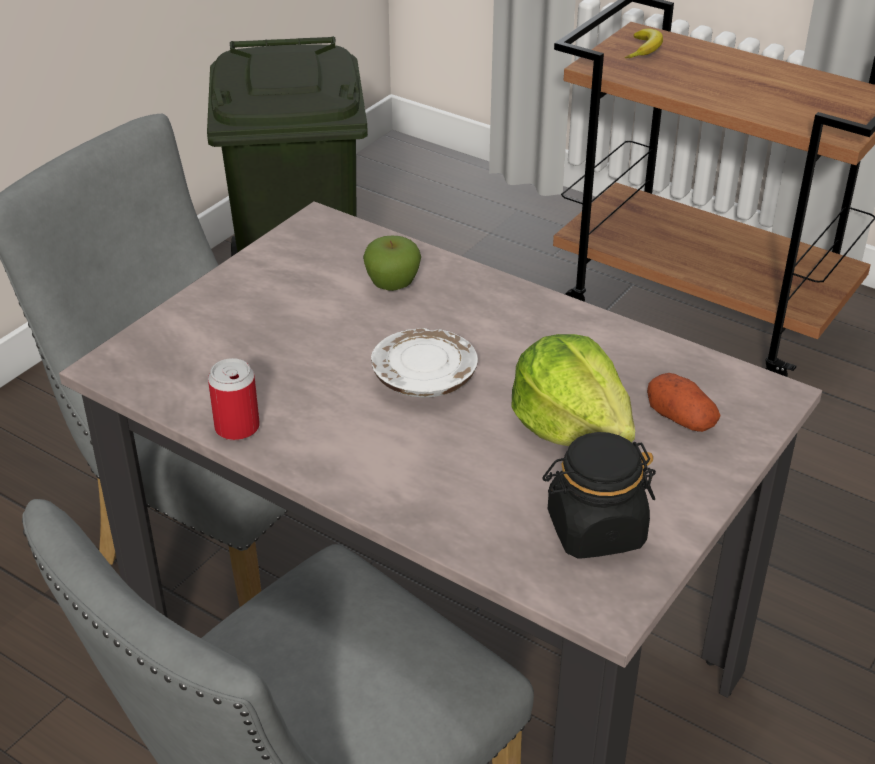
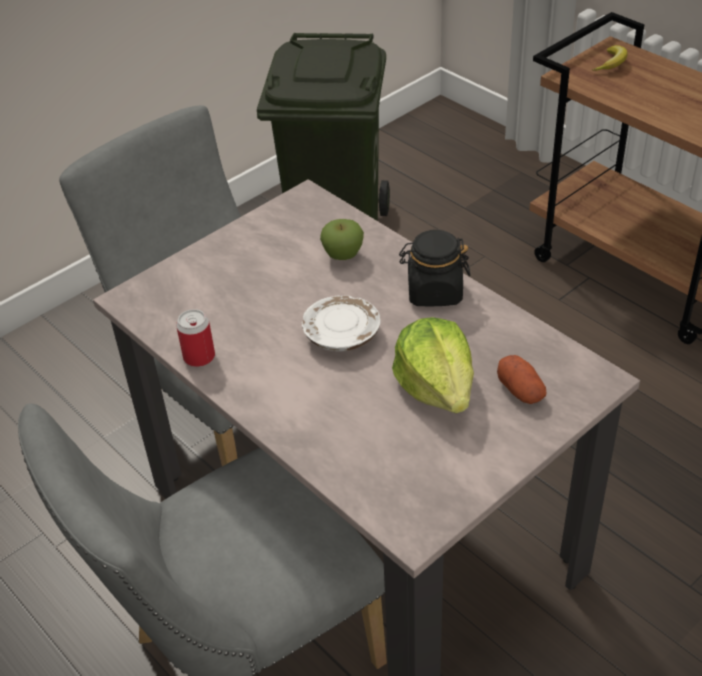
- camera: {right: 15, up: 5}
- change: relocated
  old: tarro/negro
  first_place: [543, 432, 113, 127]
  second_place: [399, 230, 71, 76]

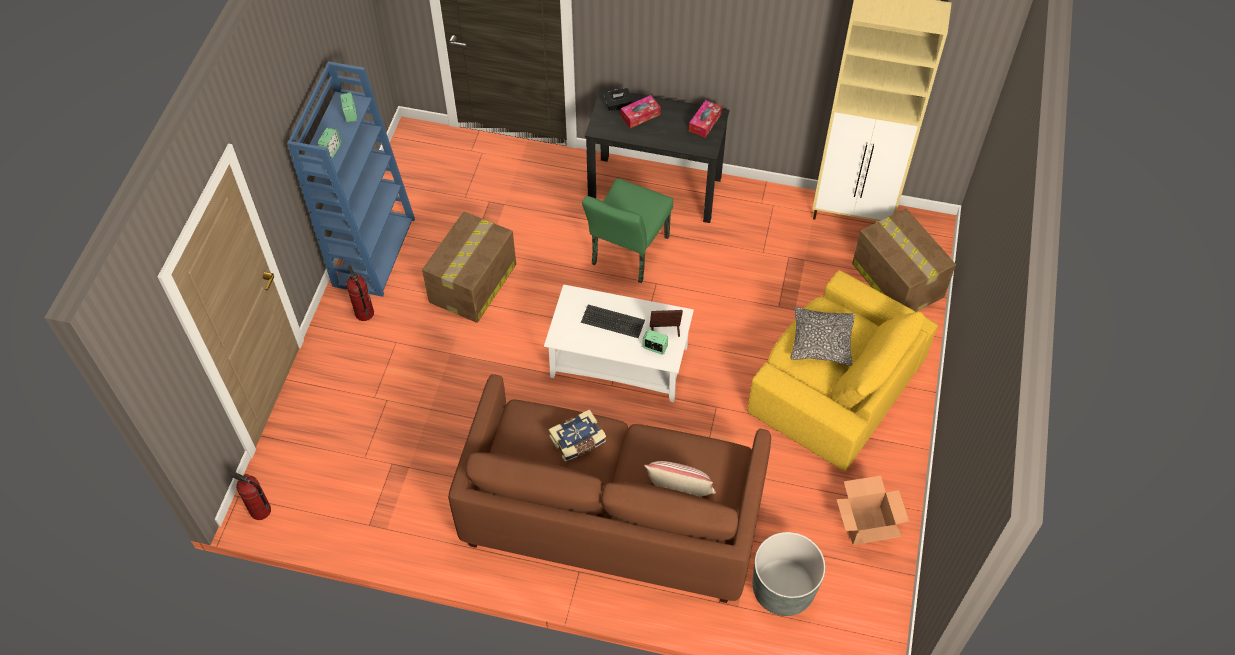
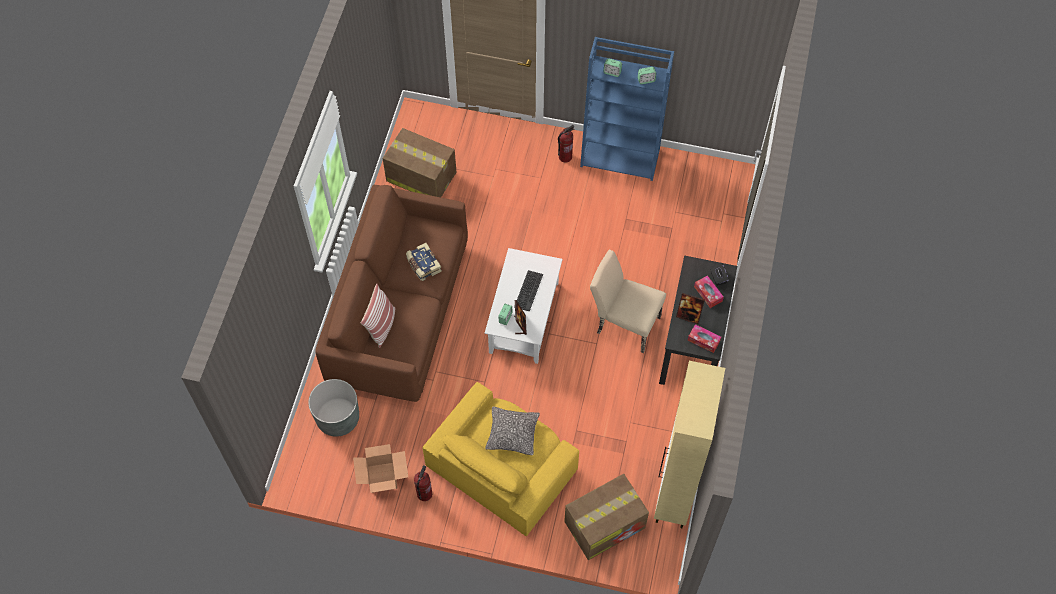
- camera: {right: 90, up: 5}
- change: relocated
  old: caja de cartón
  first_place: [422, 211, 94, 112]
  second_place: [383, 128, 73, 69]
- change: relocated
  old: extintor
  first_place: [231, 471, 40, 49]
  second_place: [414, 465, 18, 36]
- change: colour
  old: silla/verde
  new: silla/beis
  first_place: [582, 178, 91, 105]
  second_place: [590, 250, 76, 103]
- change: appeared
  new: portarretratos
  second_place: [676, 293, 29, 31]

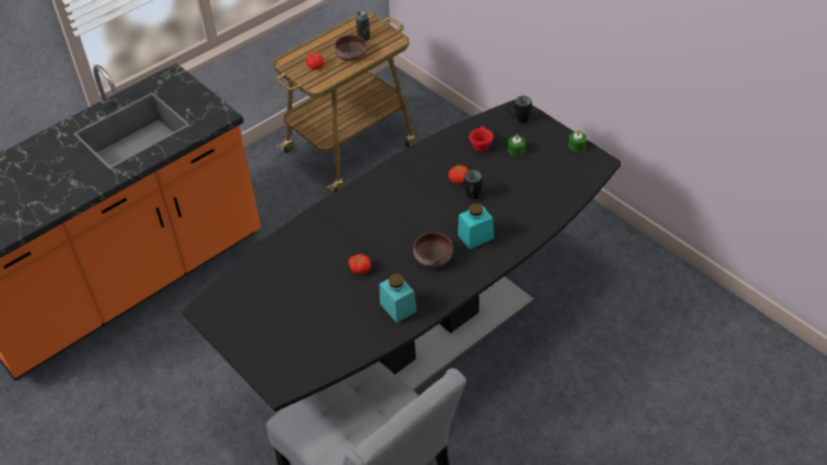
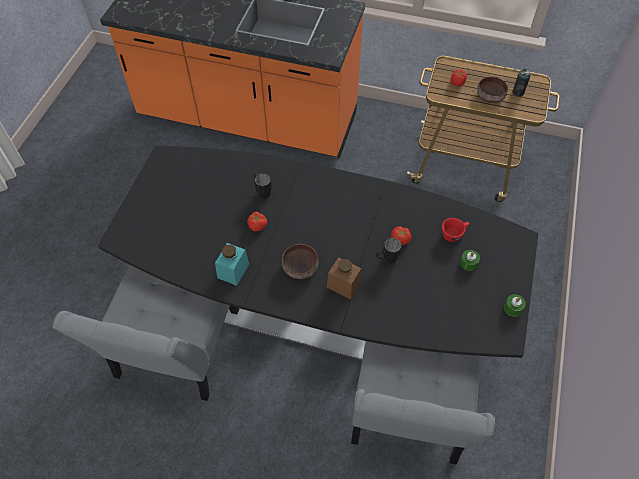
- camera: {right: 55, up: 10}
- change: relocated
  old: taza grande/negro
  first_place: [506, 96, 26, 27]
  second_place: [253, 172, 19, 27]
- change: colour
  old: tarro/turquesa
  new: tarro/marrón
  first_place: [458, 203, 36, 46]
  second_place: [327, 258, 34, 41]
- change: appeared
  new: silla/gris
  second_place: [351, 341, 144, 123]

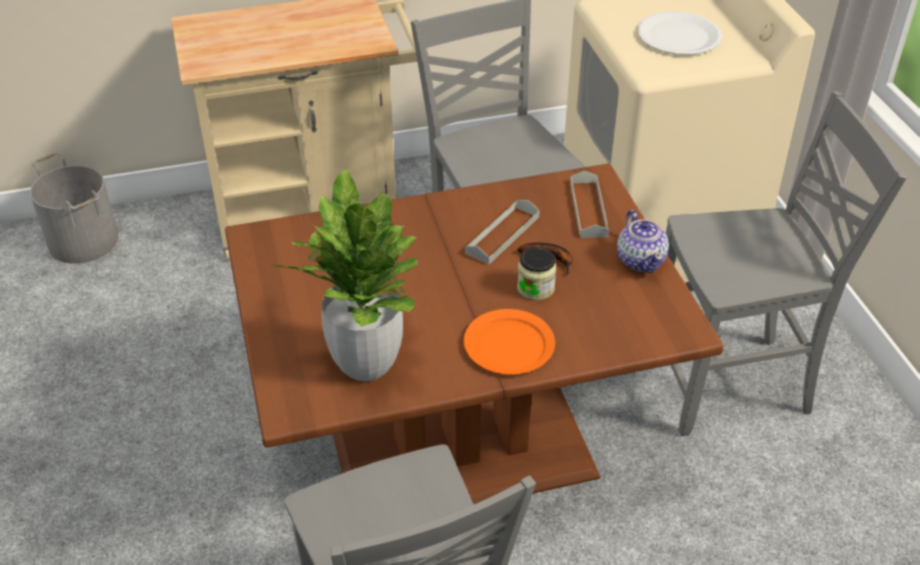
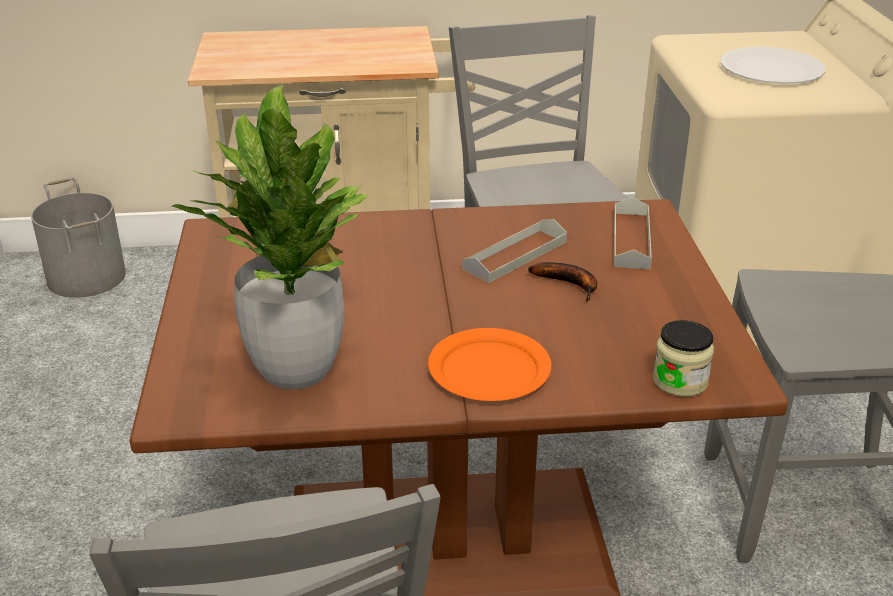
- camera: {right: 10, up: -10}
- change: relocated
  old: tarro
  first_place: [517, 247, 39, 53]
  second_place: [653, 320, 61, 77]
- change: missing
  old: tetera
  first_place: [617, 210, 52, 63]

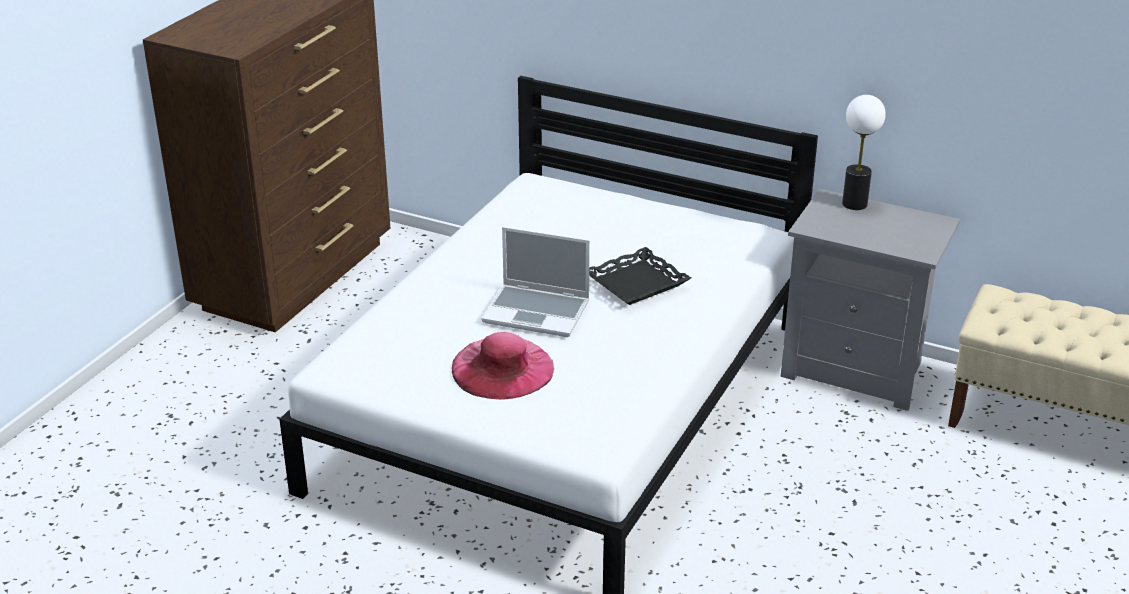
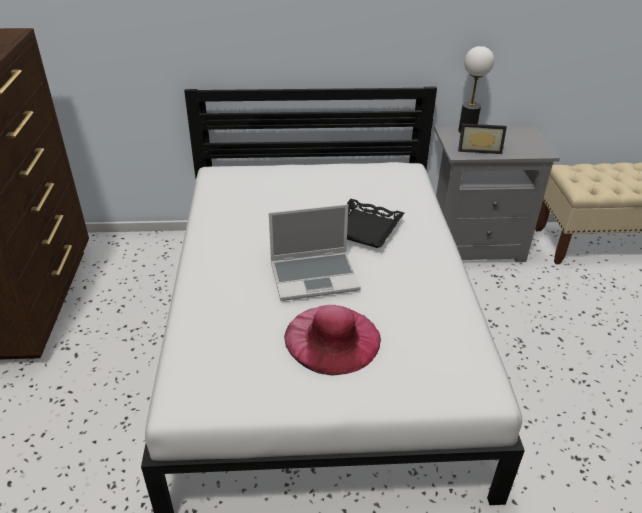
- camera: {right: -30, up: 5}
- change: appeared
  new: portarretratos
  second_place: [458, 124, 49, 30]

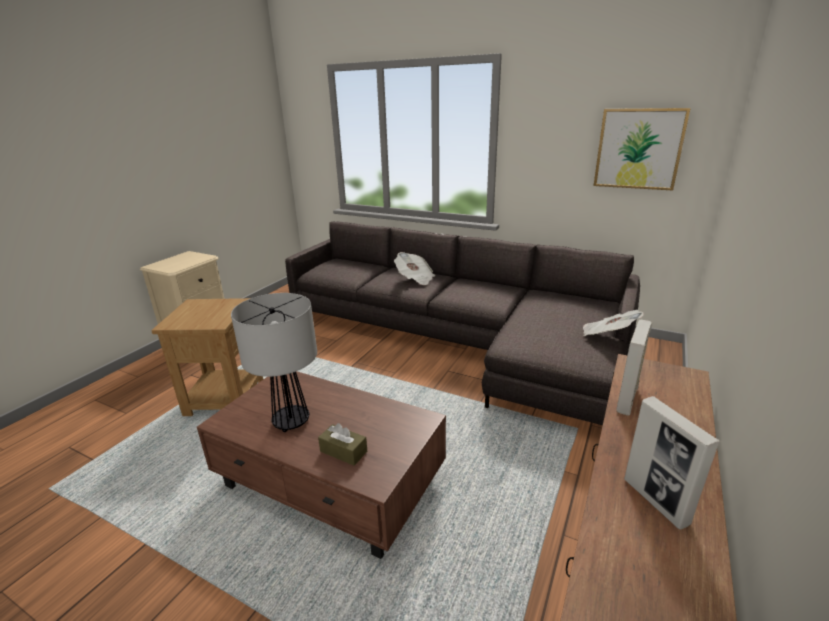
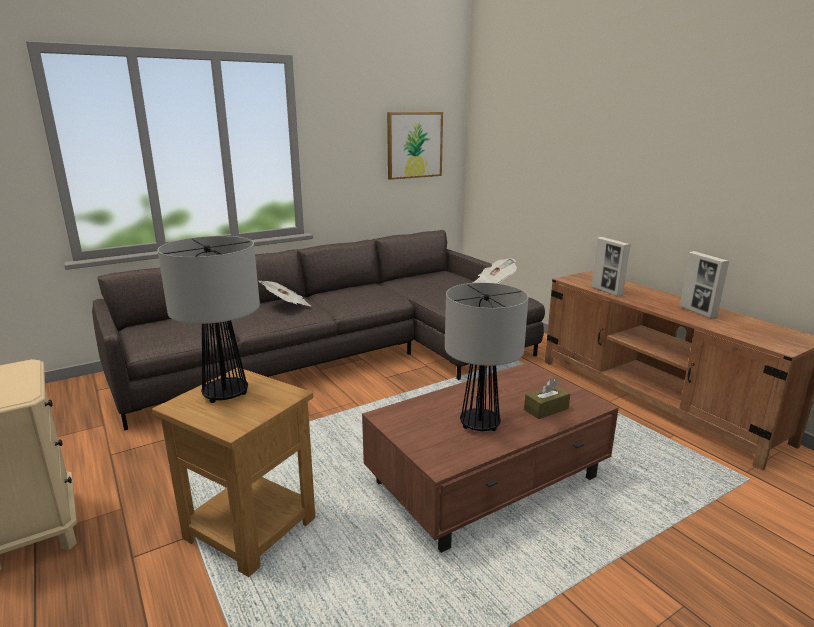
- camera: {right: -60, up: -5}
- change: appeared
  new: lámpara de mesa
  second_place: [157, 236, 103, 167]
- change: spun
  old: portarretratos
  first_place: [624, 396, 96, 134]
  second_place: [680, 251, 49, 68]
  degrees: 60

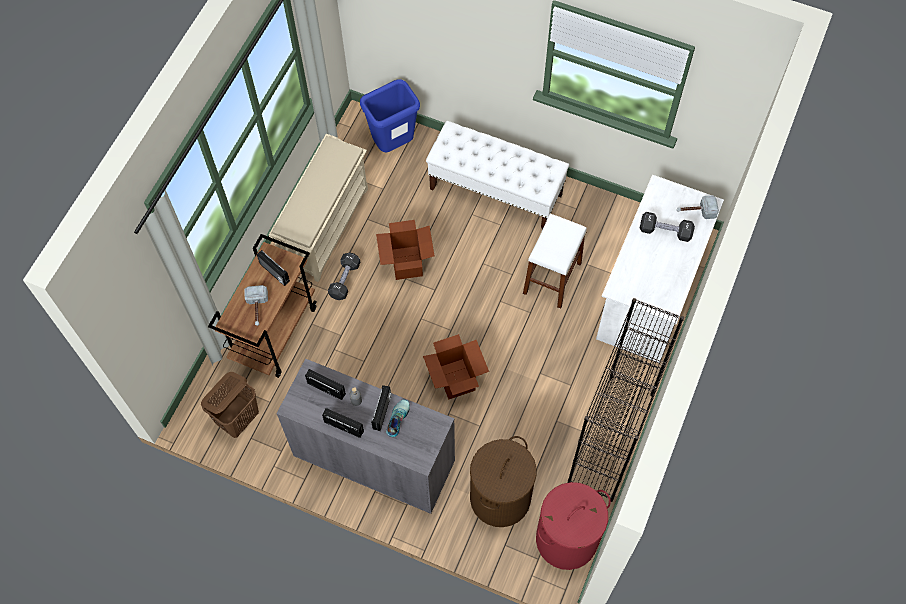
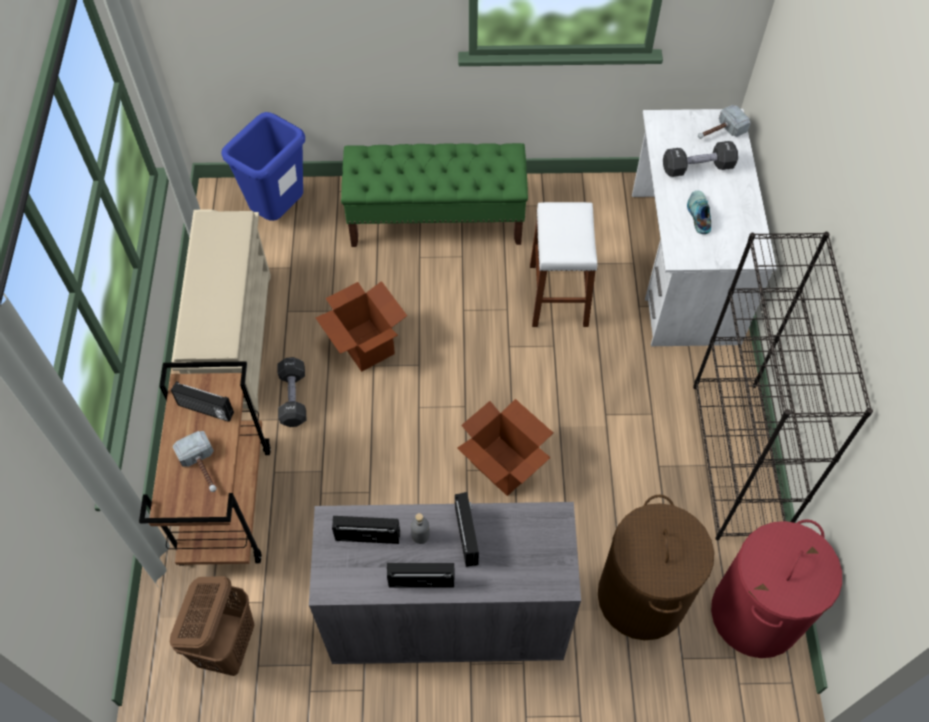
- camera: {right: -25, up: -5}
- change: colour
  old: banco/blanco
  new: banco/verde
  first_place: [426, 121, 143, 109]
  second_place: [341, 143, 187, 104]
- change: relocated
  old: zapato
  first_place: [386, 399, 24, 38]
  second_place: [687, 191, 24, 43]

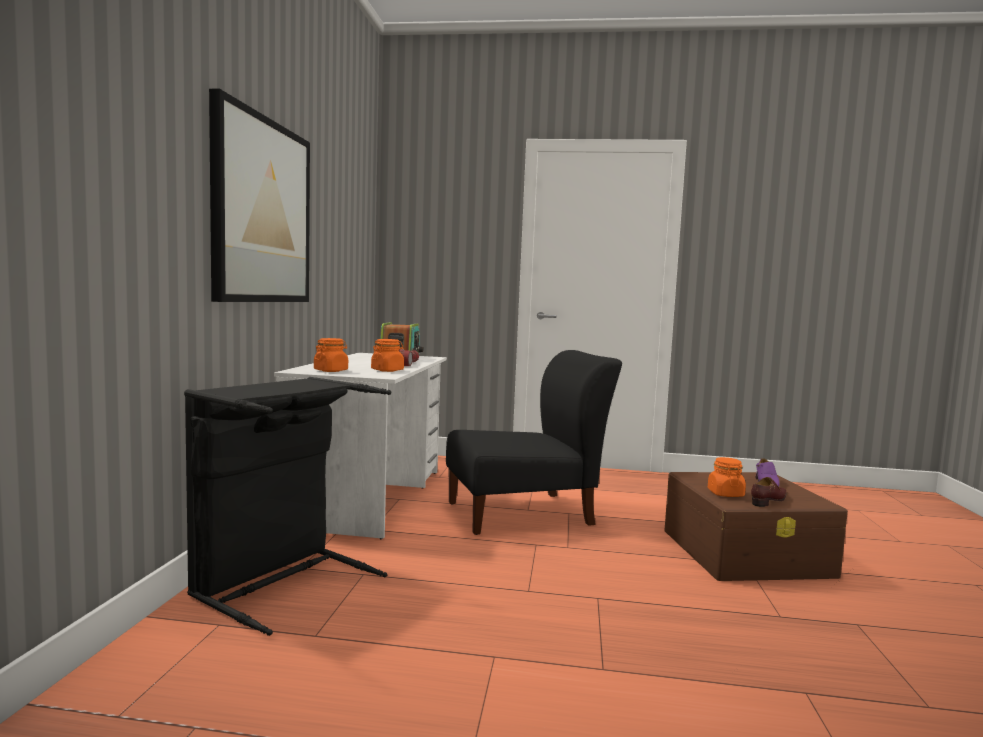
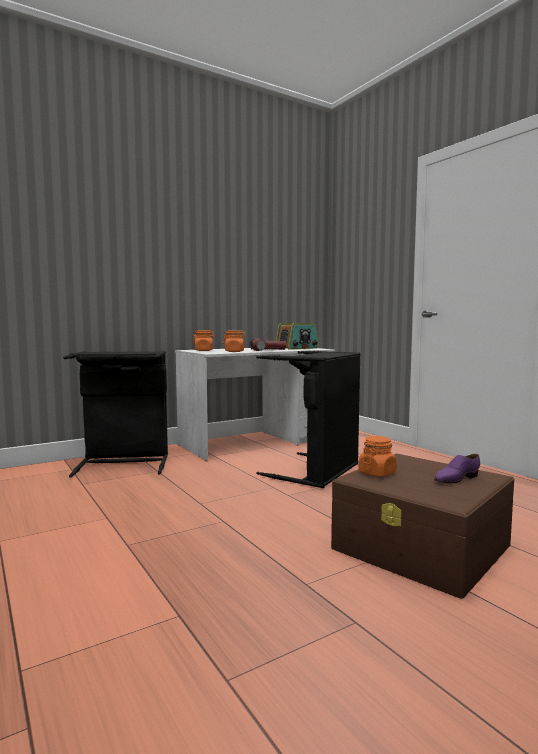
- camera: {right: 50, up: 0}
- change: exchanged
  old: silla/negro
  new: cesto de la ropa/negro
  first_place: [446, 350, 176, 185]
  second_place: [256, 350, 105, 138]
- change: missing
  old: cuadro
  first_place: [209, 89, 101, 213]
- change: missing
  old: zapato/marrón
  first_place: [751, 477, 35, 30]

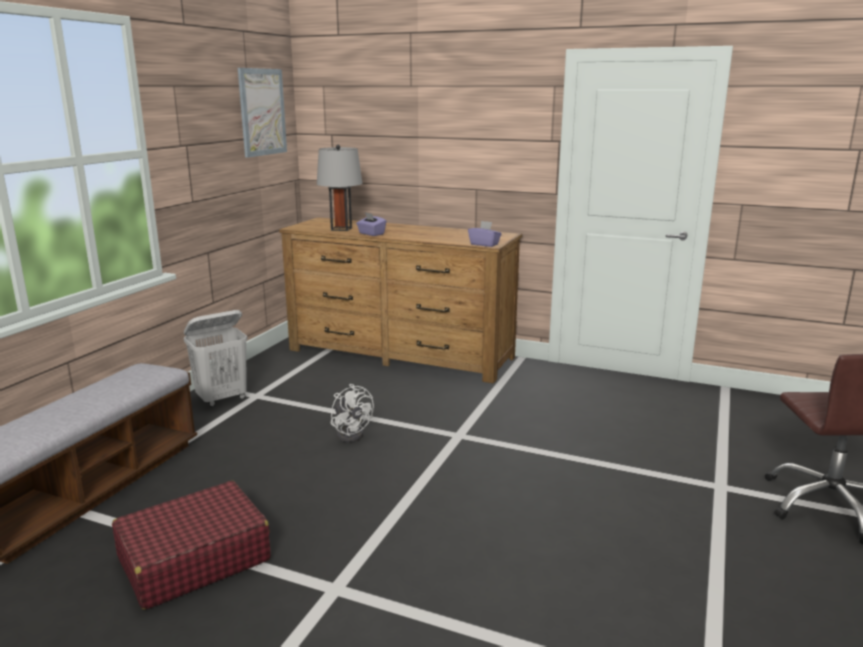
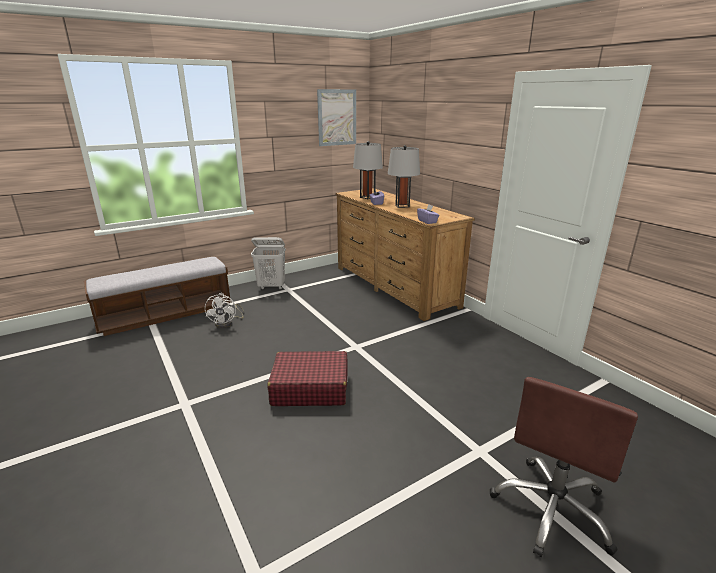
- camera: {right: 35, up: 5}
- change: relocated
  old: ventilador/blanco
  first_place: [331, 384, 43, 58]
  second_place: [205, 293, 39, 35]
- change: relocated
  old: maleta/rojo
  first_place: [112, 481, 159, 129]
  second_place: [267, 351, 80, 55]
- change: appeared
  new: lámpara de mesa/gris
  second_place: [388, 145, 32, 63]

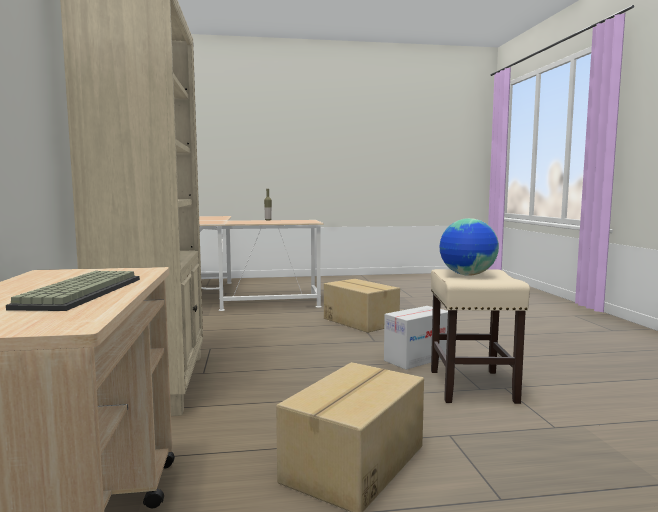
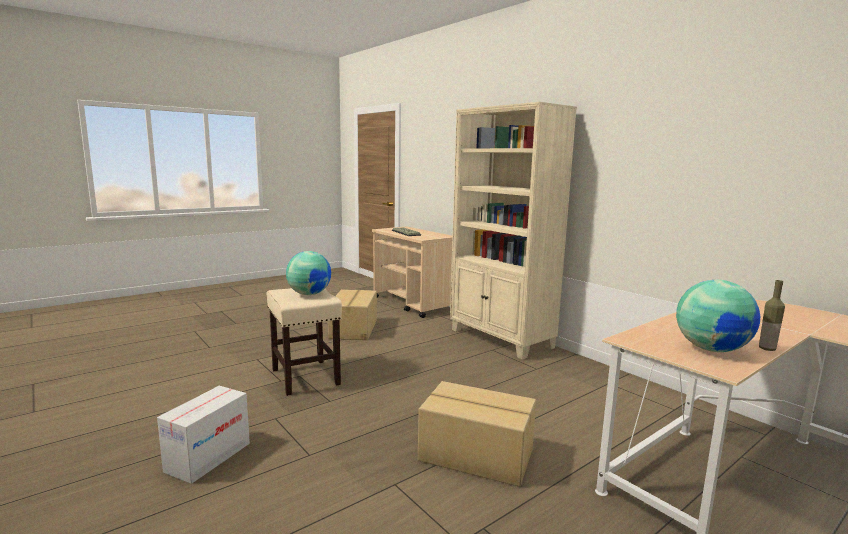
- camera: {right: 150, up: 5}
- change: relocated
  old: caja de cartón
  first_place: [384, 306, 64, 64]
  second_place: [157, 386, 93, 98]
- change: appeared
  new: globo terráqueo
  second_place: [676, 280, 84, 72]

